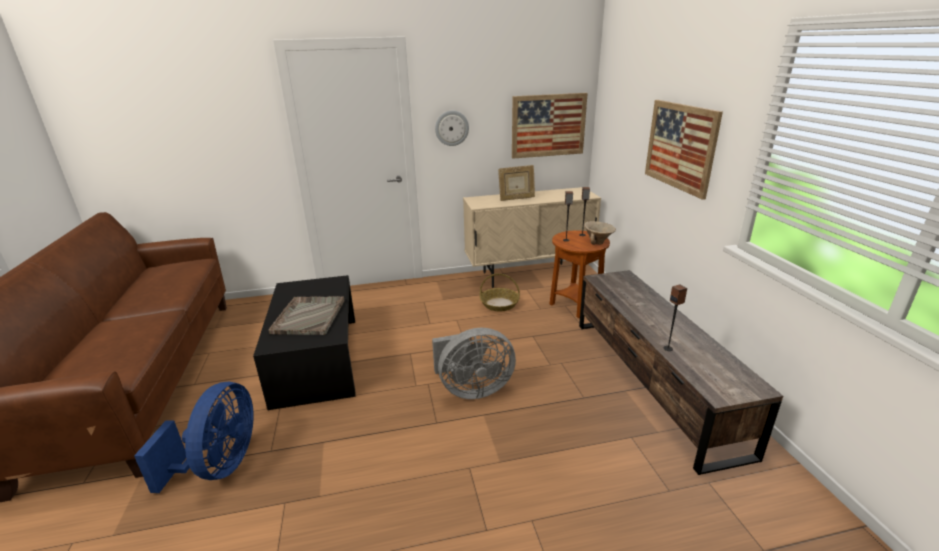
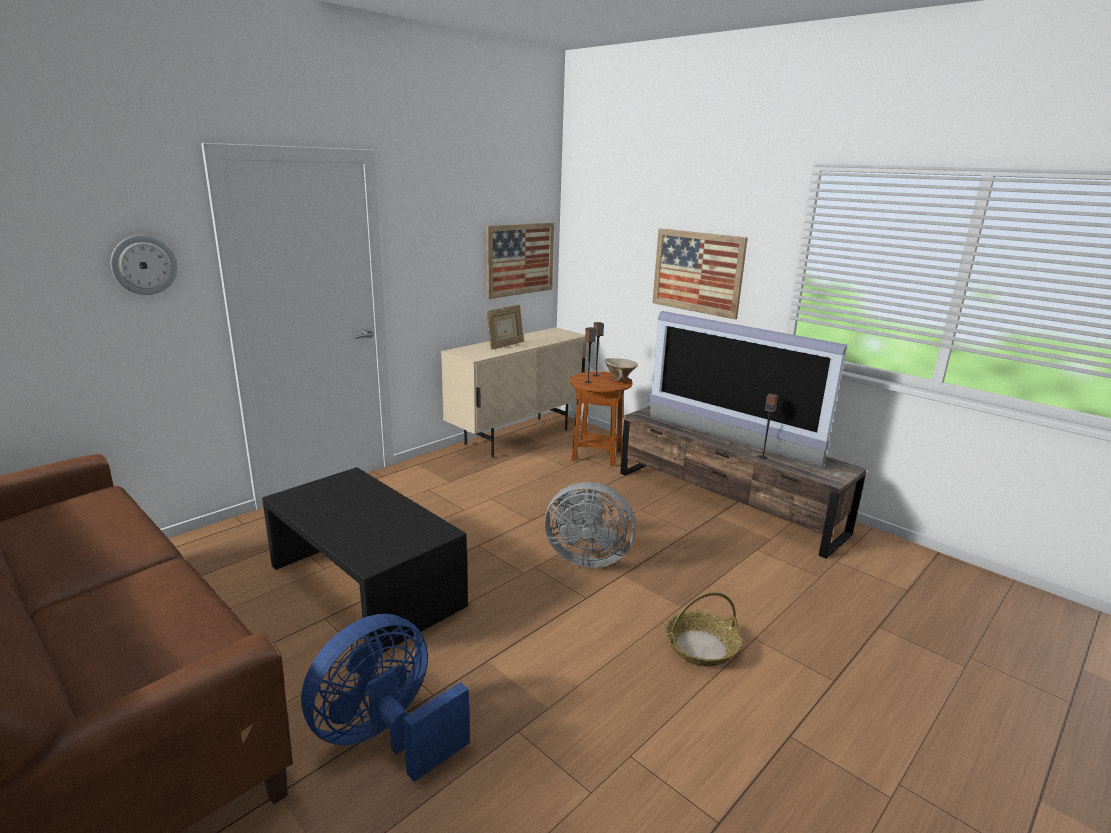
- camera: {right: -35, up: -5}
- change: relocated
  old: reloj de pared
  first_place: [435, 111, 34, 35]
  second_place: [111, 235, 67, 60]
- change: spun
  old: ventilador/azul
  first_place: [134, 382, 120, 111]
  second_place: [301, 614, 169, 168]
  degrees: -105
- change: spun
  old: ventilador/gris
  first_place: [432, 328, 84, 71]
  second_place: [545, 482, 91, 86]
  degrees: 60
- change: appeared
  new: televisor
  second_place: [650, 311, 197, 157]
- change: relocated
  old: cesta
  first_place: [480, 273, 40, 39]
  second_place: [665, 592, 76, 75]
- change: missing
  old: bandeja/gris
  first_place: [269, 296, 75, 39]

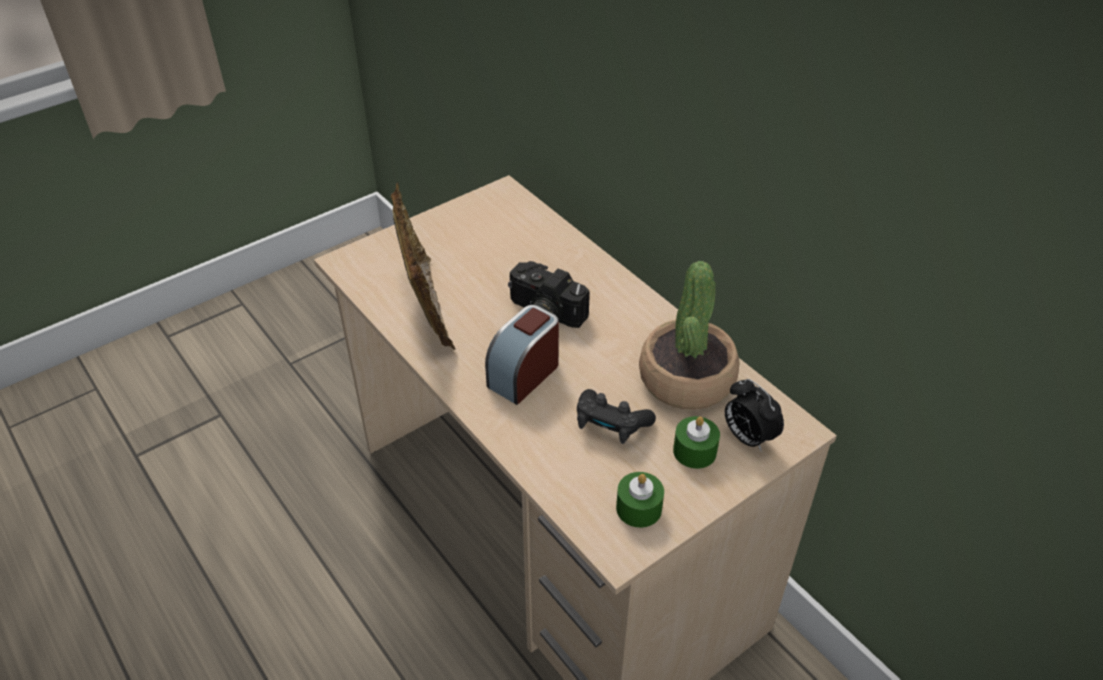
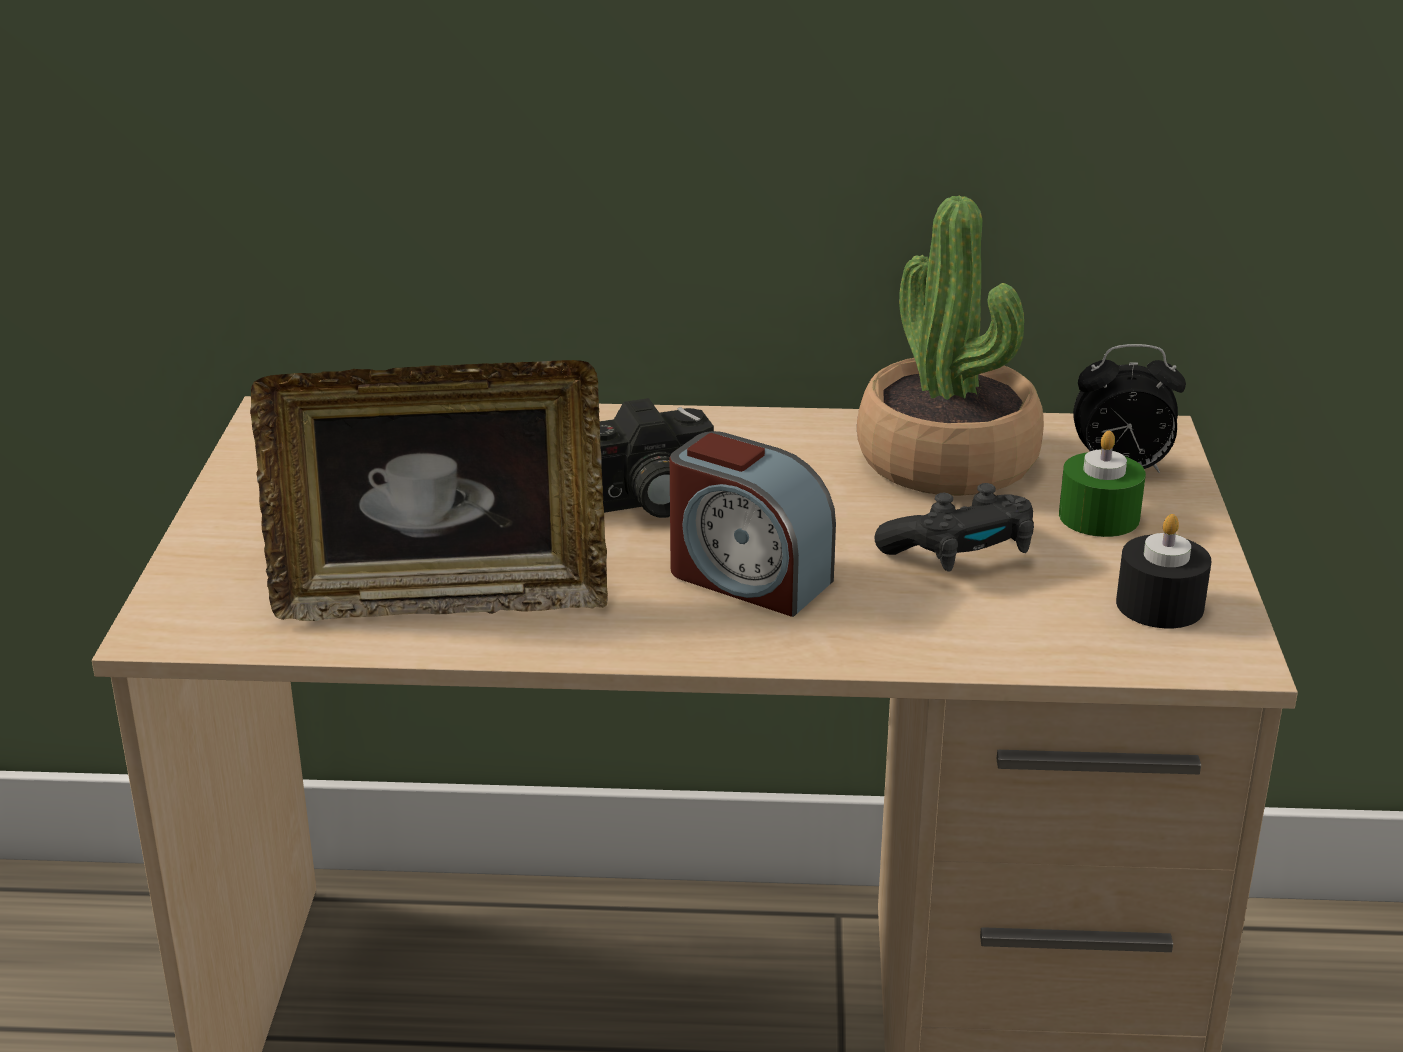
- camera: {right: -50, up: -15}
- change: spun
  old: portarretratos
  first_place: [390, 183, 65, 167]
  second_place: [250, 360, 358, 261]
  degrees: 150
- change: spun
  old: despertador
  first_place: [485, 305, 74, 100]
  second_place: [670, 431, 166, 186]
  degrees: -45
- change: colour
  old: vela/verde
  new: vela/negro
  first_place: [616, 472, 48, 56]
  second_place: [1116, 514, 95, 114]

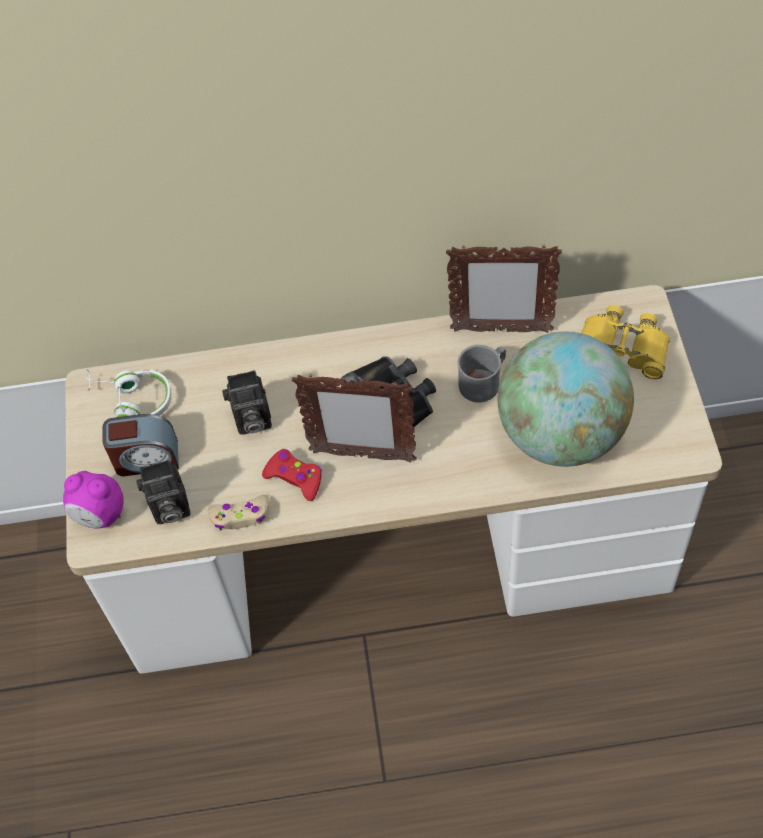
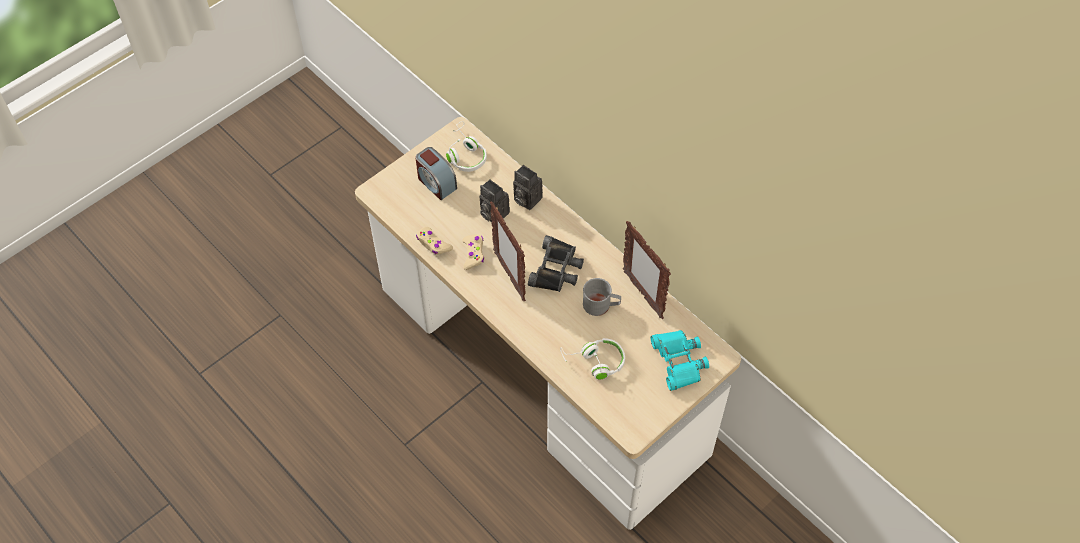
- camera: {right: 50, up: 0}
- change: colour
  old: mando de consola/rojo
  new: mando de consola/beis
  first_place: [262, 449, 60, 52]
  second_place: [462, 235, 22, 35]
- change: relocated
  old: cámara
  first_place: [136, 460, 54, 64]
  second_place: [513, 165, 30, 45]
- change: exchanged
  old: globo terráqueo
  new: auriculares/blanco
  first_place: [498, 332, 136, 135]
  second_place: [560, 338, 65, 42]
- change: colour
  old: prismáticos/amarillo
  new: prismáticos/turquesa
  first_place: [581, 305, 89, 74]
  second_place: [650, 330, 59, 61]
- change: missing
  old: despertador
  first_place: [63, 471, 61, 57]

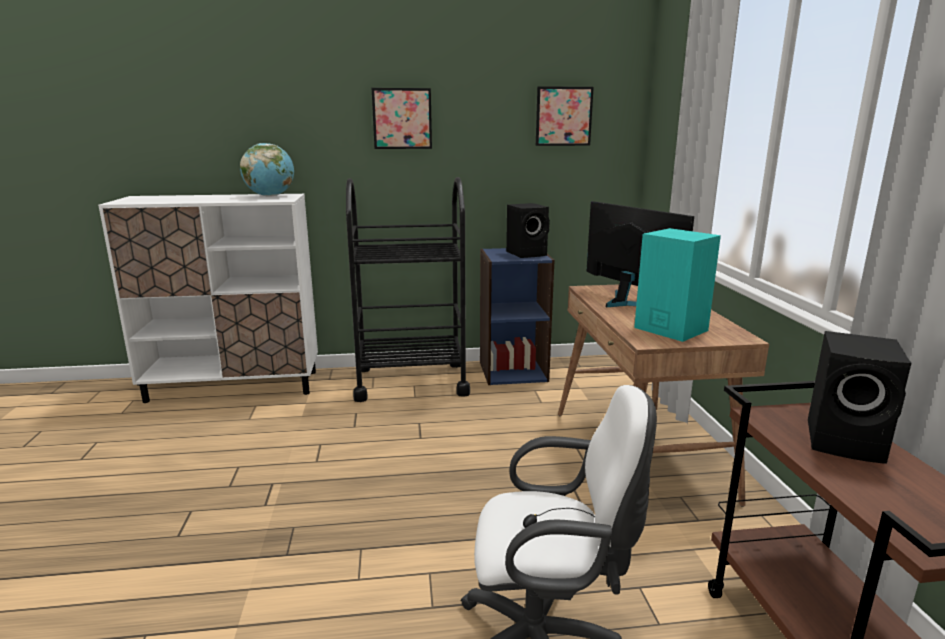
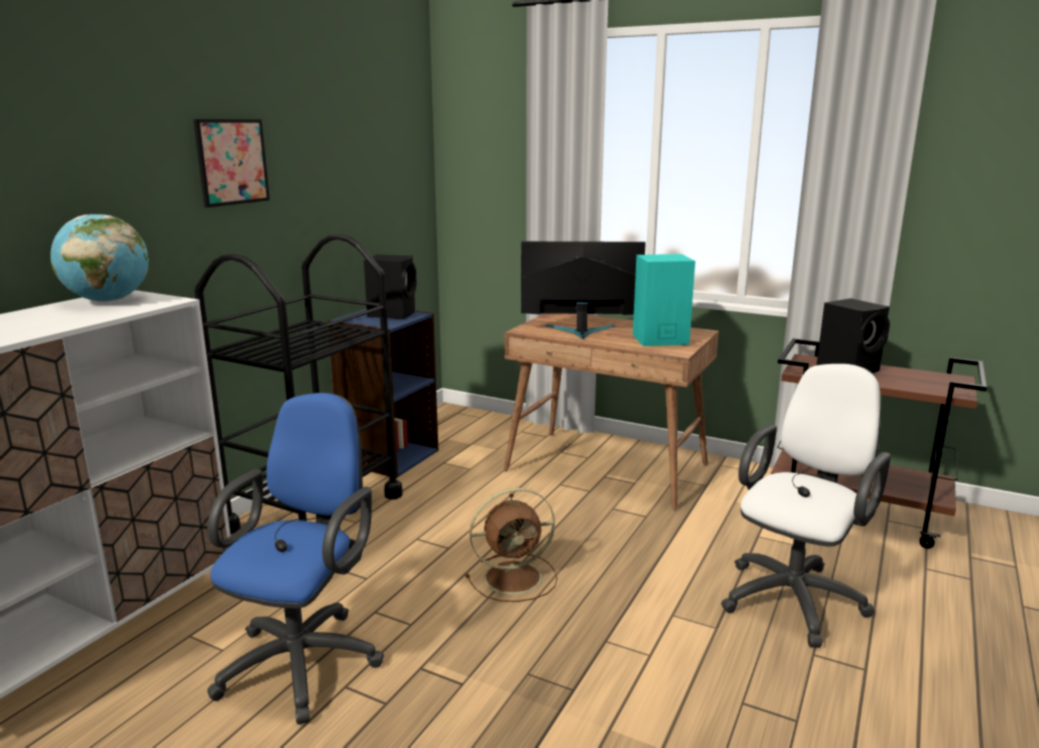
- camera: {right: -55, up: 0}
- change: appeared
  new: silla de oficina/azul
  second_place: [207, 393, 177, 331]
- change: appeared
  new: ventilador/marrón
  second_place: [465, 488, 92, 114]
- change: missing
  old: cuadro
  first_place: [536, 86, 58, 60]

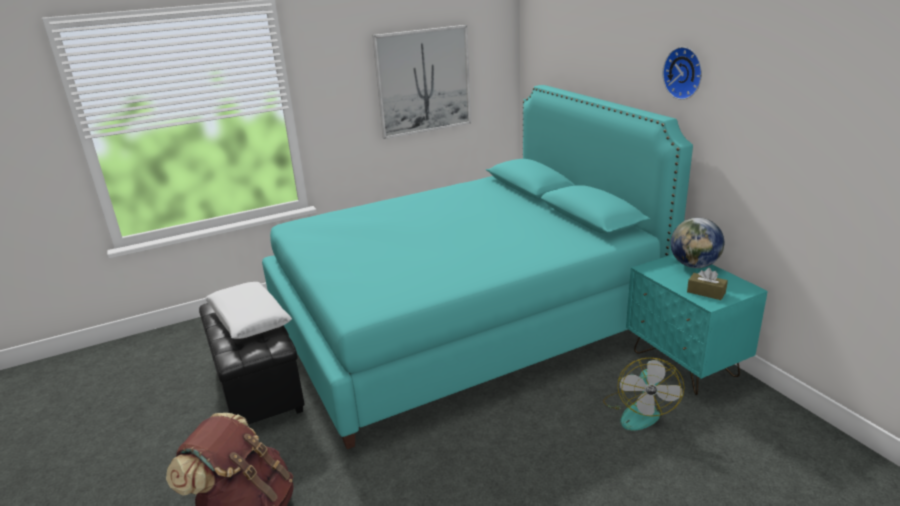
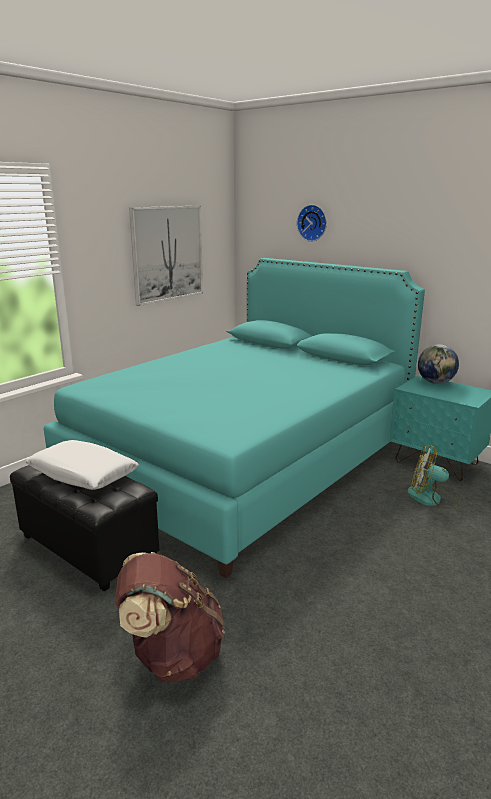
- camera: {right: -25, up: -5}
- change: relocated
  old: reloj de pared
  first_place: [662, 47, 40, 53]
  second_place: [297, 205, 30, 37]
- change: spun
  old: ventilador
  first_place: [603, 357, 81, 74]
  second_place: [408, 445, 52, 64]
  degrees: 120
- change: missing
  old: caja de pañuelos/marrón
  first_place: [687, 268, 41, 32]

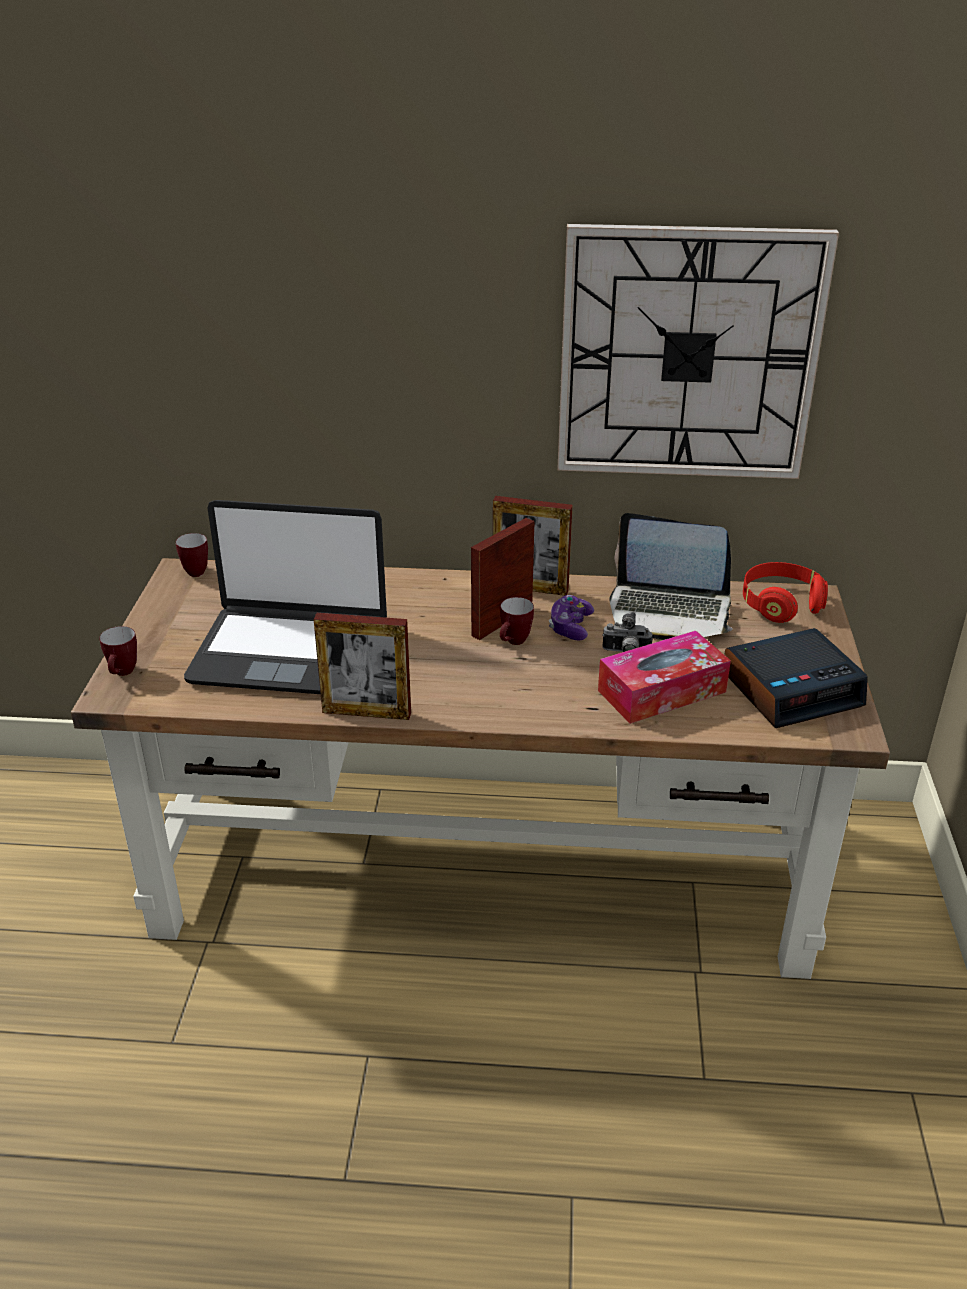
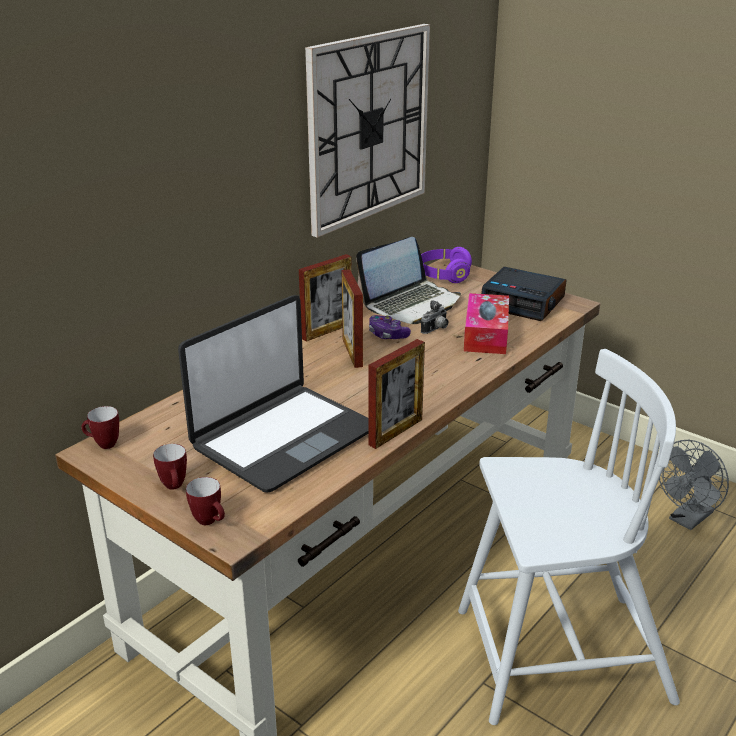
- camera: {right: -55, up: -5}
- change: relocated
  old: taza grande
  first_place: [500, 597, 34, 48]
  second_place: [153, 444, 34, 45]
- change: colour
  old: auriculares/rojo
  new: auriculares/morado
  first_place: [743, 562, 85, 61]
  second_place: [421, 247, 51, 36]
- change: appeared
  new: silla/blanco
  second_place: [458, 349, 222, 376]
- change: spun
  old: despertador
  first_place: [724, 628, 144, 100]
  second_place: [481, 267, 85, 54]
  degrees: 105
- change: appeared
  new: ventilador/gris
  second_place: [659, 440, 70, 90]

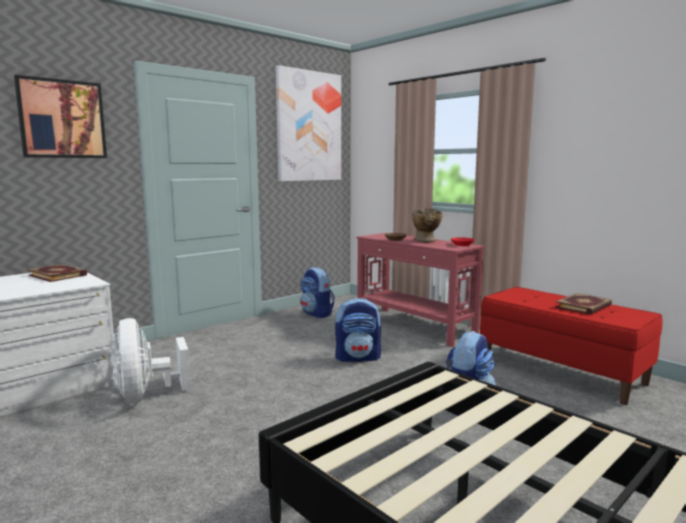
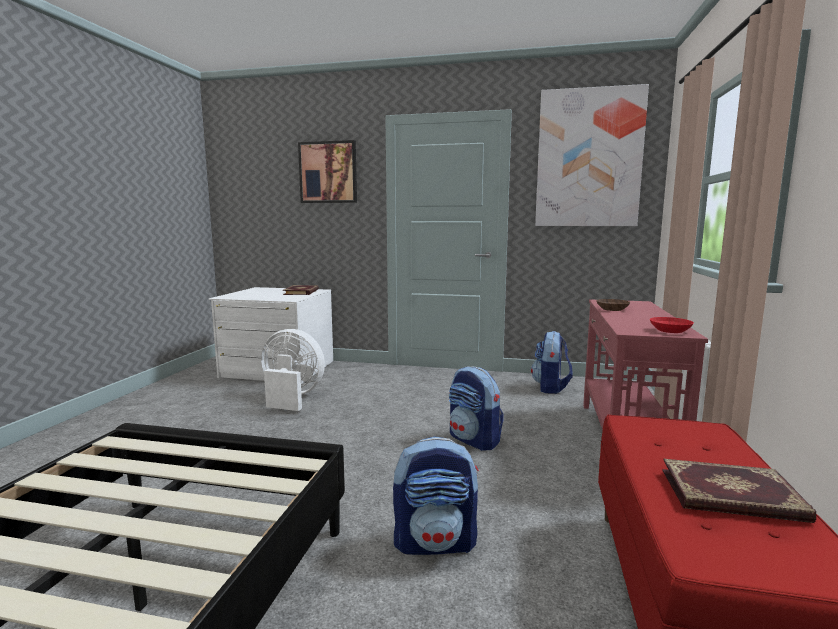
- camera: {right: 55, up: 0}
- change: spun
  old: ventilador/blanco
  first_place: [111, 318, 80, 86]
  second_place: [261, 329, 64, 82]
  degrees: 75
- change: missing
  old: florero/beis
  first_place: [412, 208, 31, 34]

